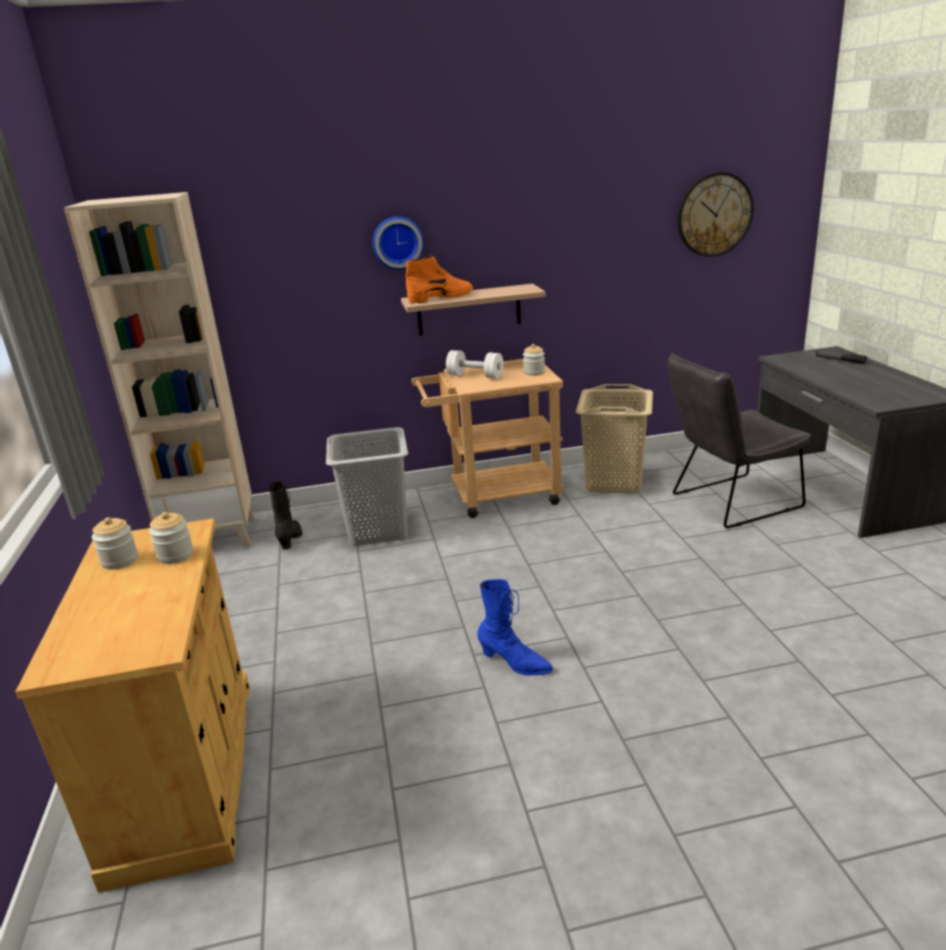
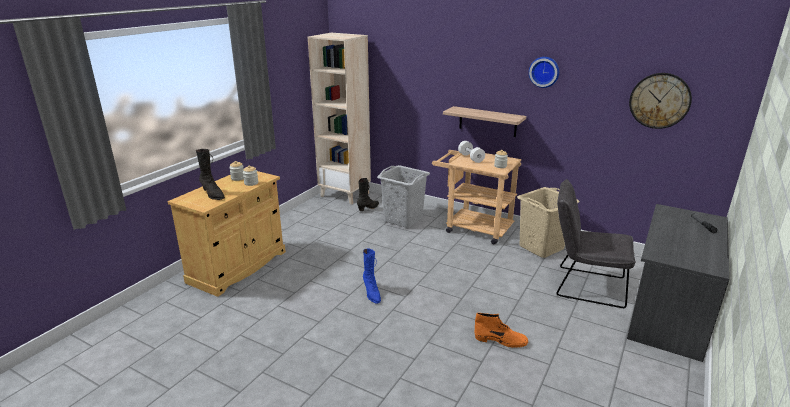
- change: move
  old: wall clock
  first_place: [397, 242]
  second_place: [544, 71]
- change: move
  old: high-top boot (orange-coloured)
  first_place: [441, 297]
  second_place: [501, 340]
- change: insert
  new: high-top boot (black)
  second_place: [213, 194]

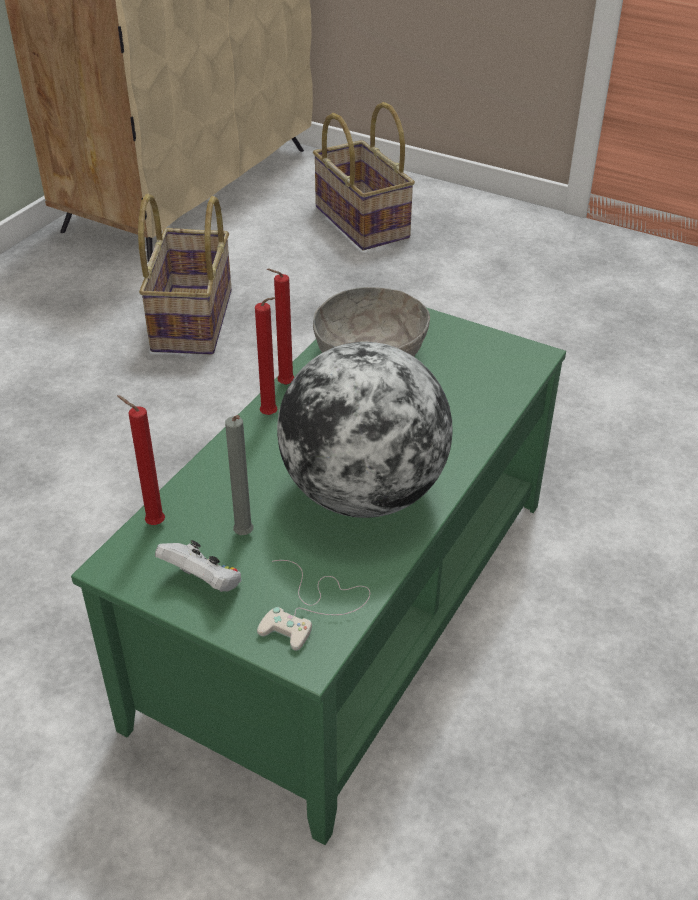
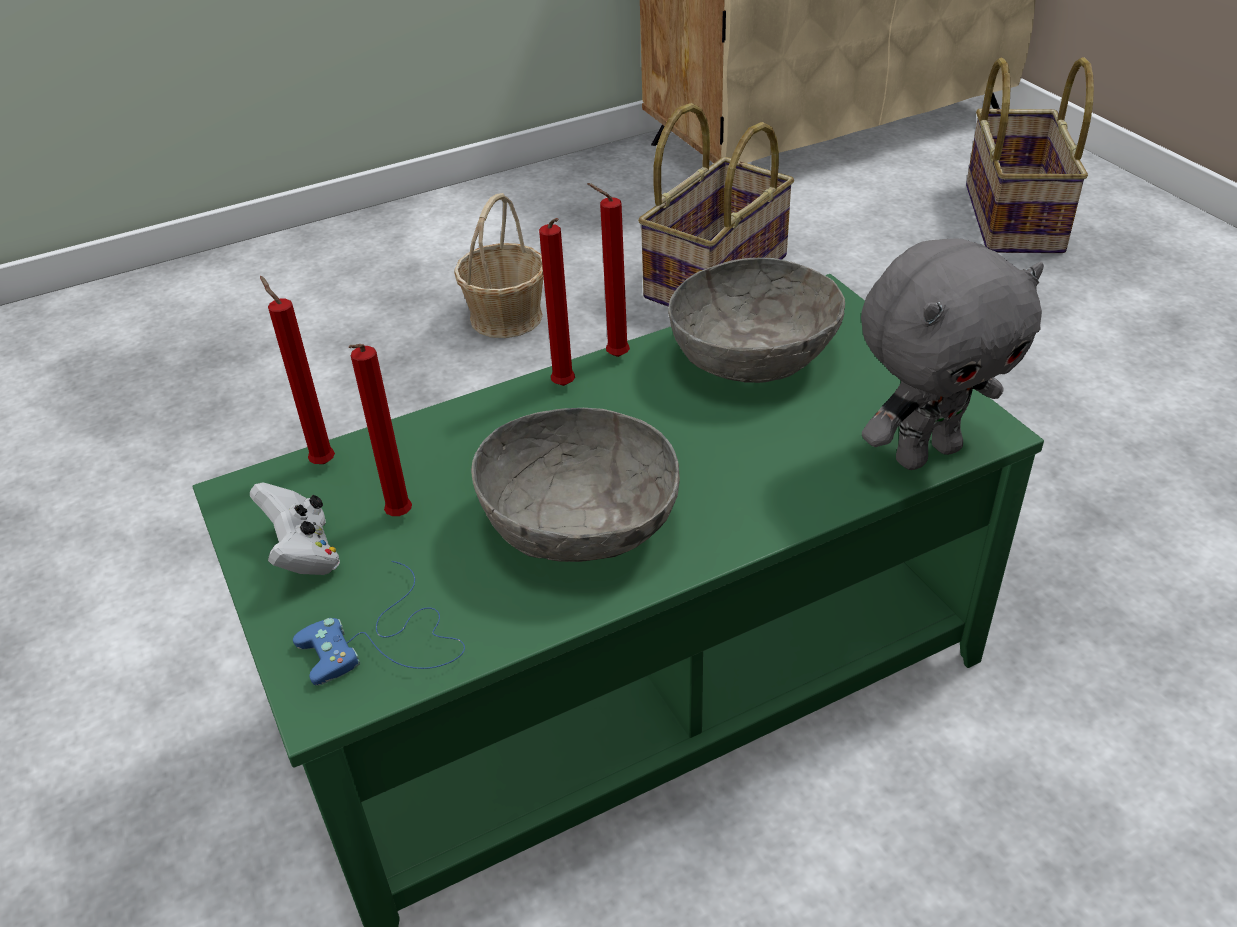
- change: replace
  old: globe
  new: deep dish (grey)
  first_place: [363, 493]
  second_place: [581, 525]
- change: recolor
  old: wax light (grey)
  new: wax light (reddish)
  first_place: [244, 536]
  second_place: [398, 518]
- change: recolor
  old: gamepad (whitish)
  new: gamepad (blue-coloured)
  first_place: [313, 607]
  second_place: [387, 640]
- change: insert
  new: storage basket
  second_place: [507, 317]
- change: insert
  new: cuddly toy (grey)
  second_place: [925, 452]

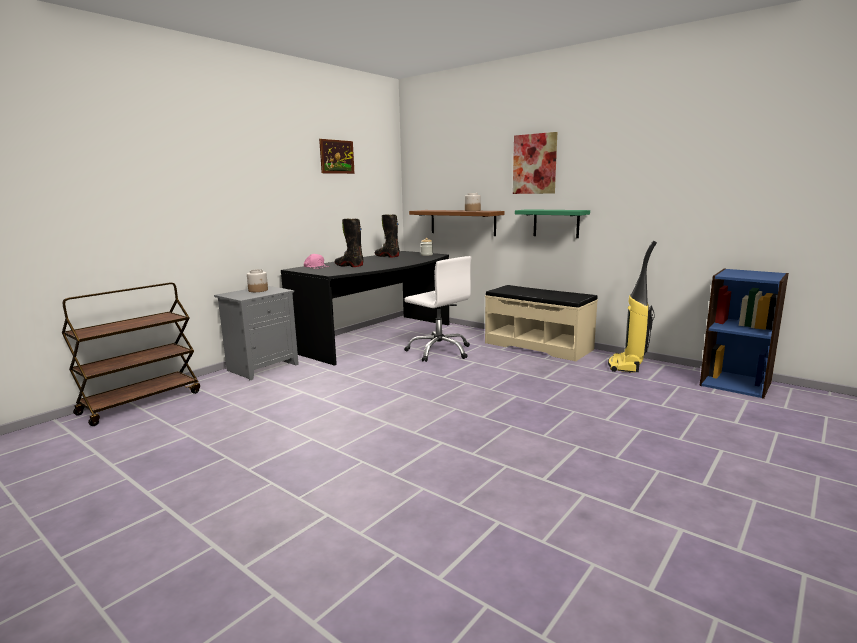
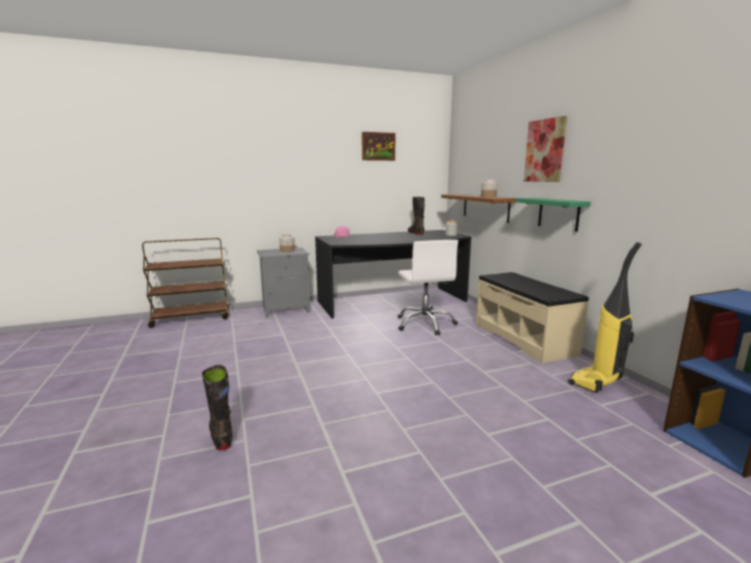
- change: move
  old: high-top boot (black)
  first_place: [349, 266]
  second_place: [221, 436]

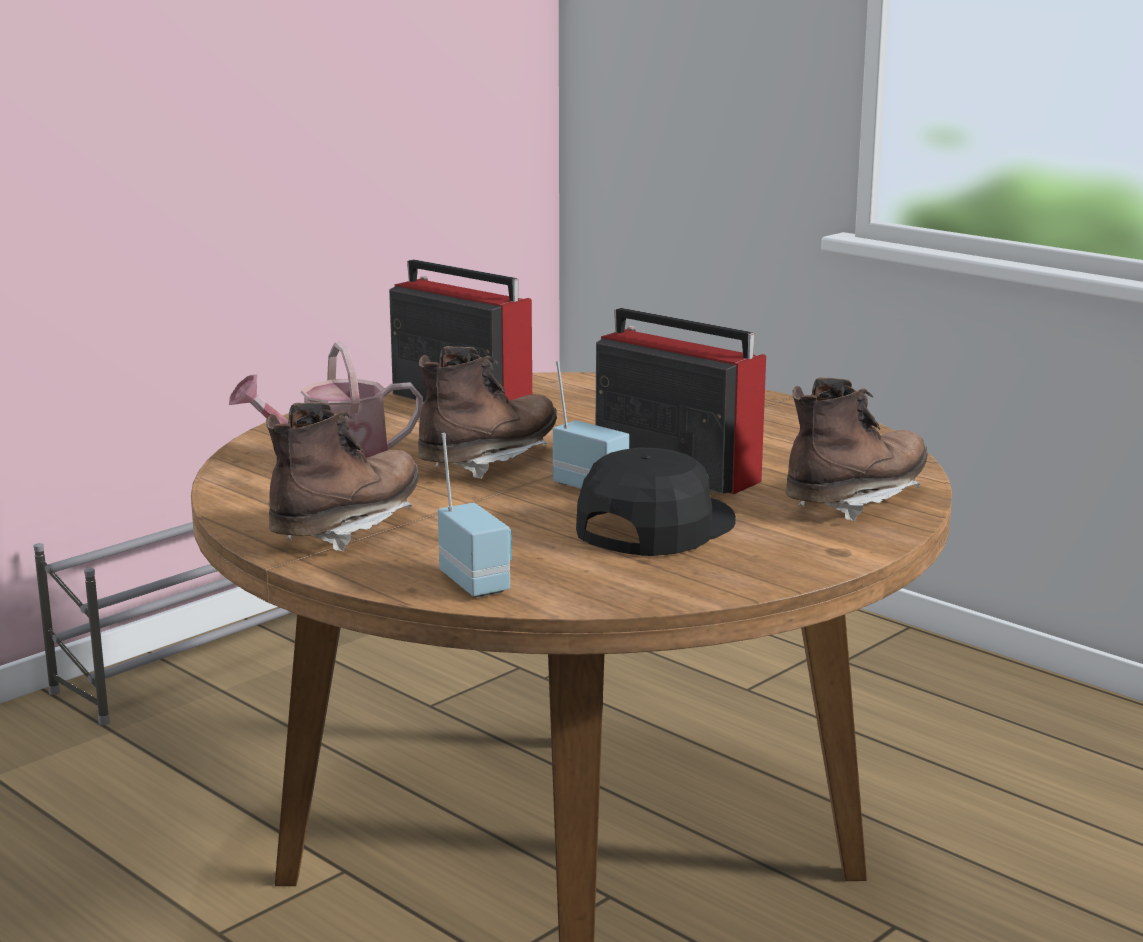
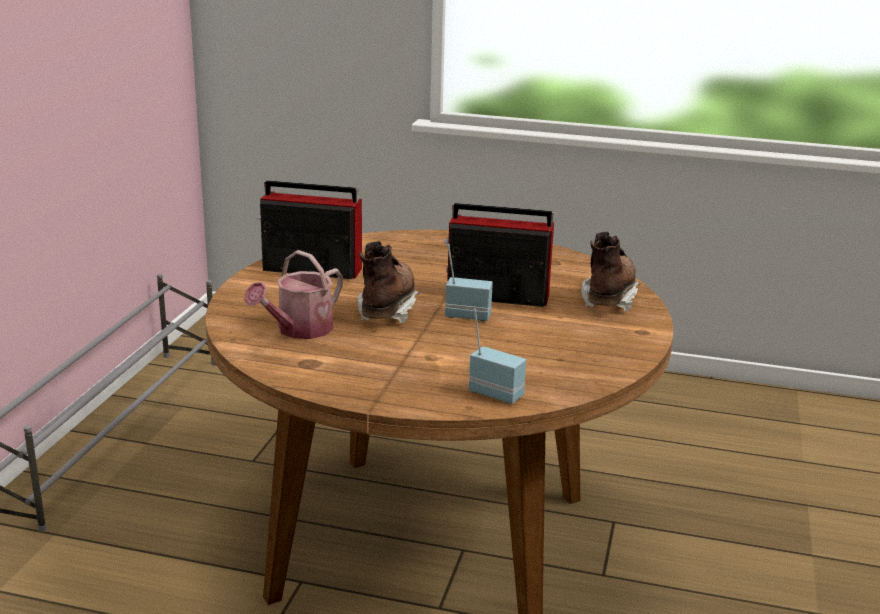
- change: delete
  old: high-top boot (brown)
  first_place: [347, 528]
- change: delete
  old: peaked cap (black)
  first_place: [654, 526]

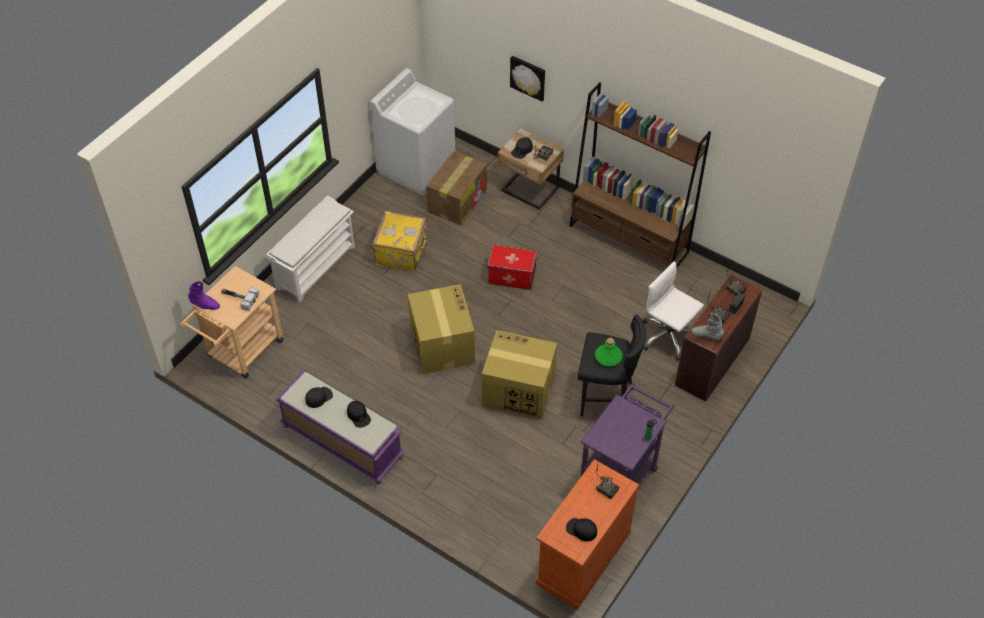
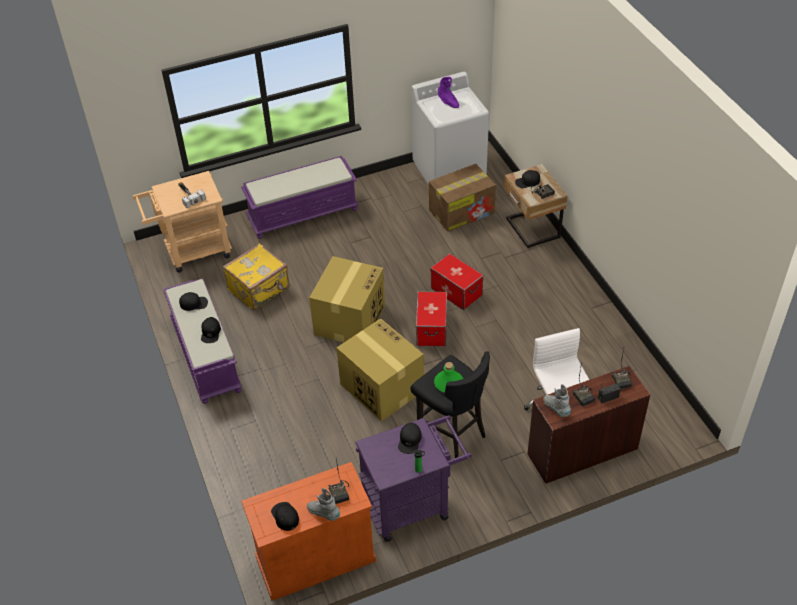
- change: delete
  old: wall picture
  first_place: [528, 77]
- change: delete
  old: shelving unit (brown)
  first_place: [629, 239]
- change: replace
  old: shoe shelf (whitish)
  new: bench (purplish)
  first_place: [316, 266]
  second_place: [303, 213]
- change: move
  old: suitcase (yellowish)
  first_place: [402, 252]
  second_place: [259, 289]
- change: move
  old: high-top boot (purplish)
  first_place: [205, 305]
  second_place: [448, 102]
- change: insert
  new: storage bin
  second_place: [432, 329]
- change: insert
  new: peaked cap (black)
  second_place: [410, 440]
- change: insert
  new: high-top boot (grey)
  second_place: [324, 513]

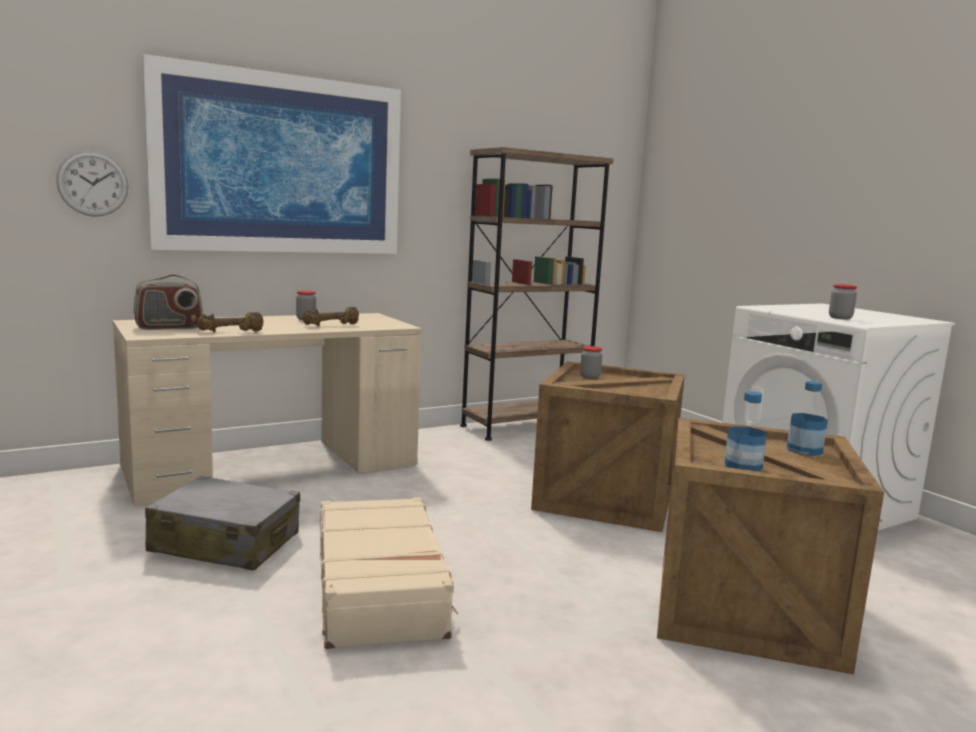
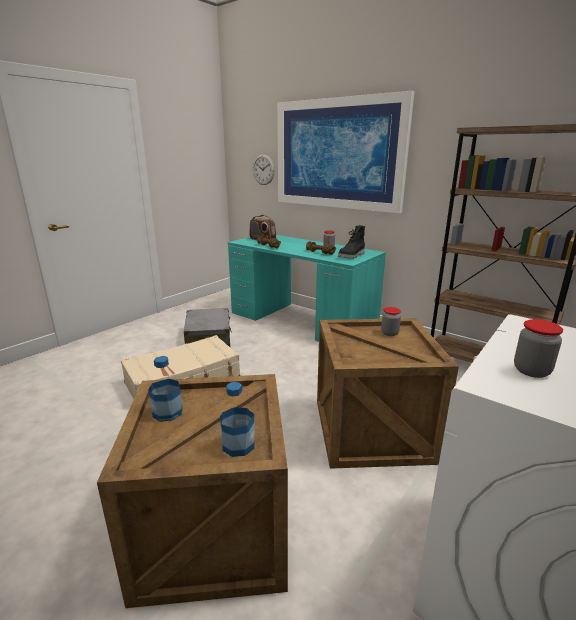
- change: recolor
  old: desk table (beige-coloured)
  new: desk table (turquoise-coloured)
  first_place: [274, 465]
  second_place: [301, 321]
- change: insert
  new: high-top boot (black)
  second_place: [352, 256]

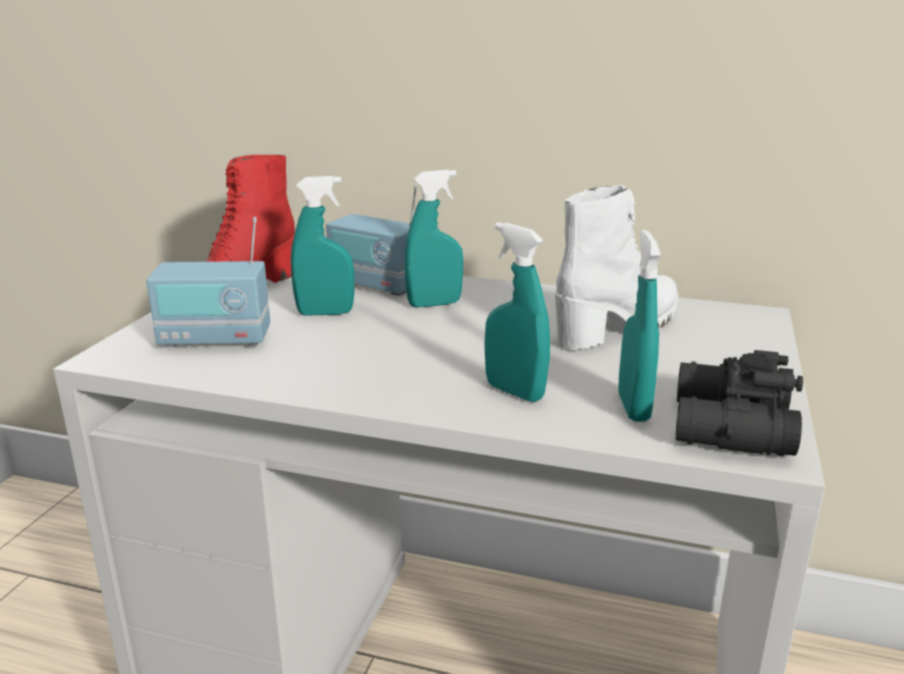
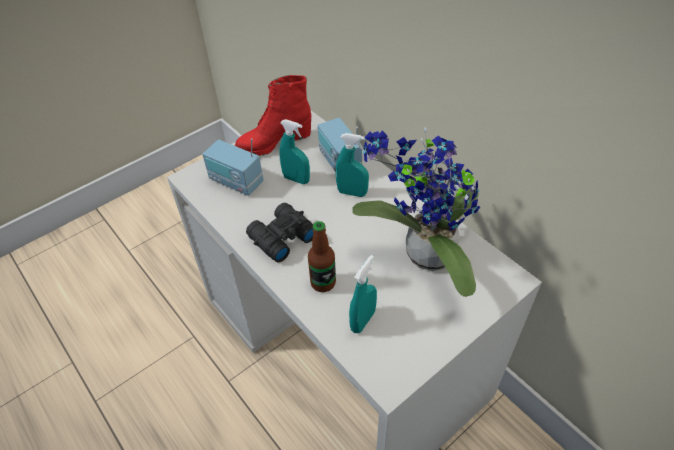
- change: replace
  old: high-top boot (whitish)
  new: plant in a pot
  first_place: [620, 327]
  second_place: [423, 256]
- change: replace
  old: hand sprayer (turquoise-coloured)
  new: drink bottle
  first_place: [514, 392]
  second_place: [323, 283]
- change: move
  old: field glasses (black)
  first_place: [727, 427]
  second_place: [280, 238]

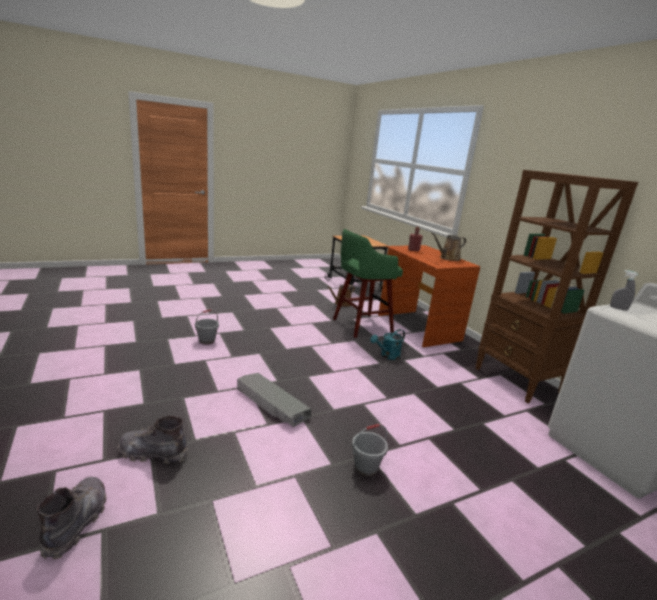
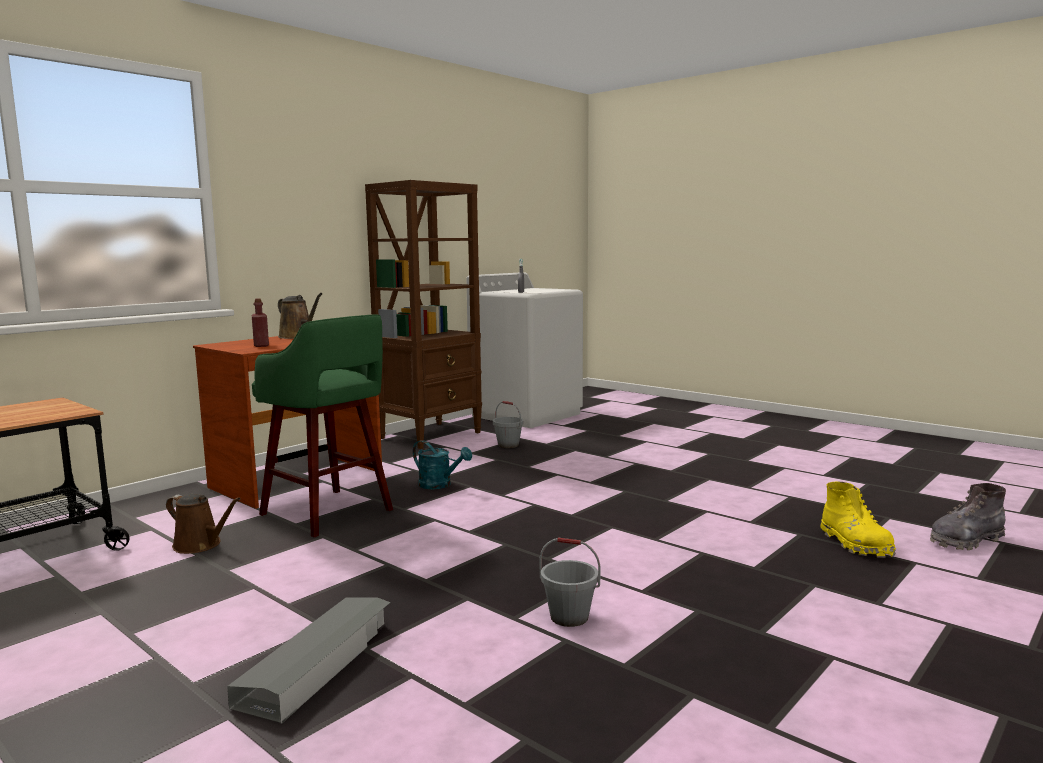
- change: move
  old: storage bin (grey)
  first_place: [272, 403]
  second_place: [319, 663]
- change: recolor
  old: high-top boot (grey)
  new: high-top boot (yellowish)
  first_place: [153, 453]
  second_place: [855, 544]
- change: move
  old: water bucket (grey)
  first_place: [366, 467]
  second_place: [508, 445]

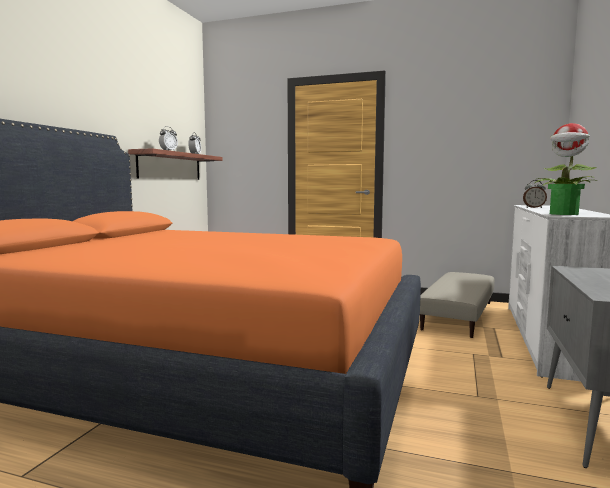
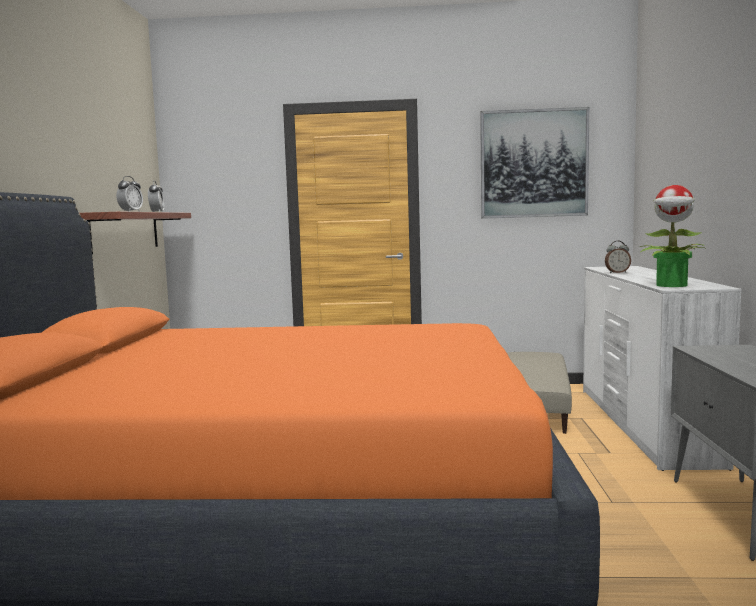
- change: insert
  new: wall picture
  second_place: [533, 163]

